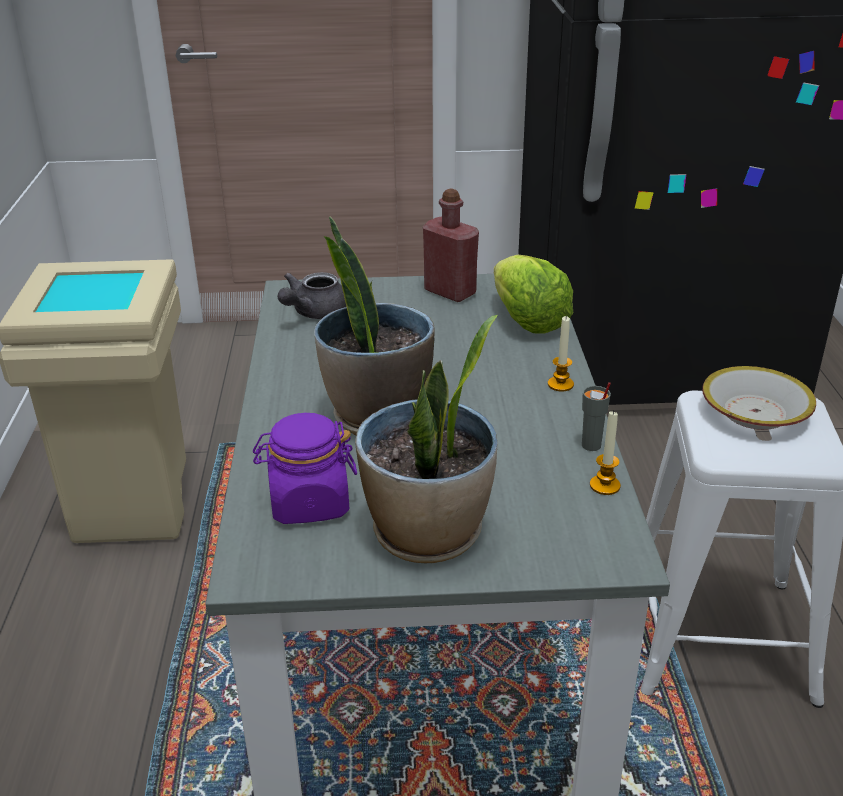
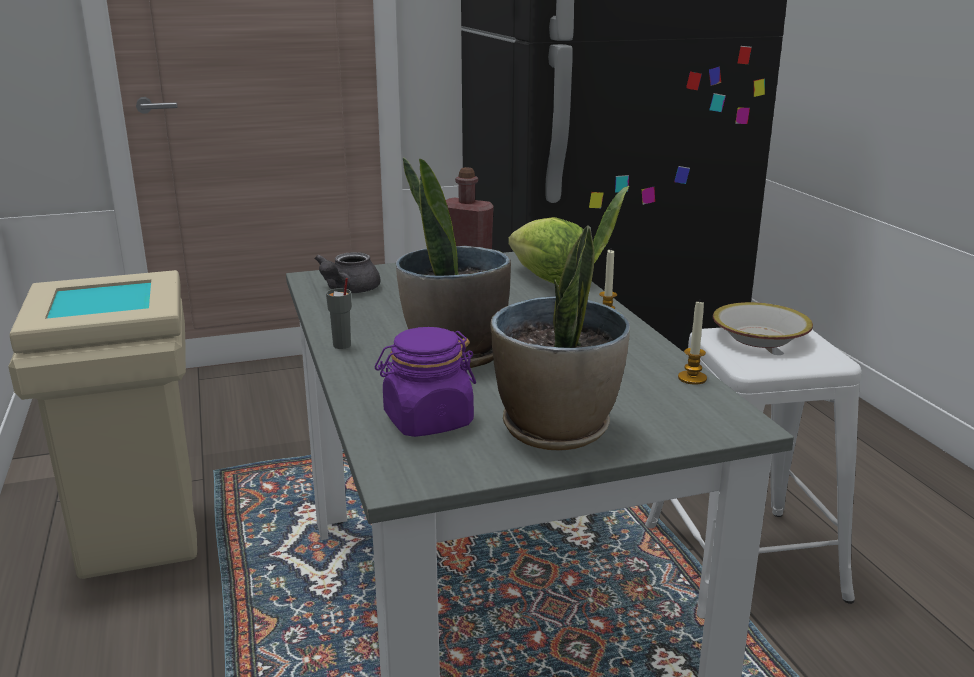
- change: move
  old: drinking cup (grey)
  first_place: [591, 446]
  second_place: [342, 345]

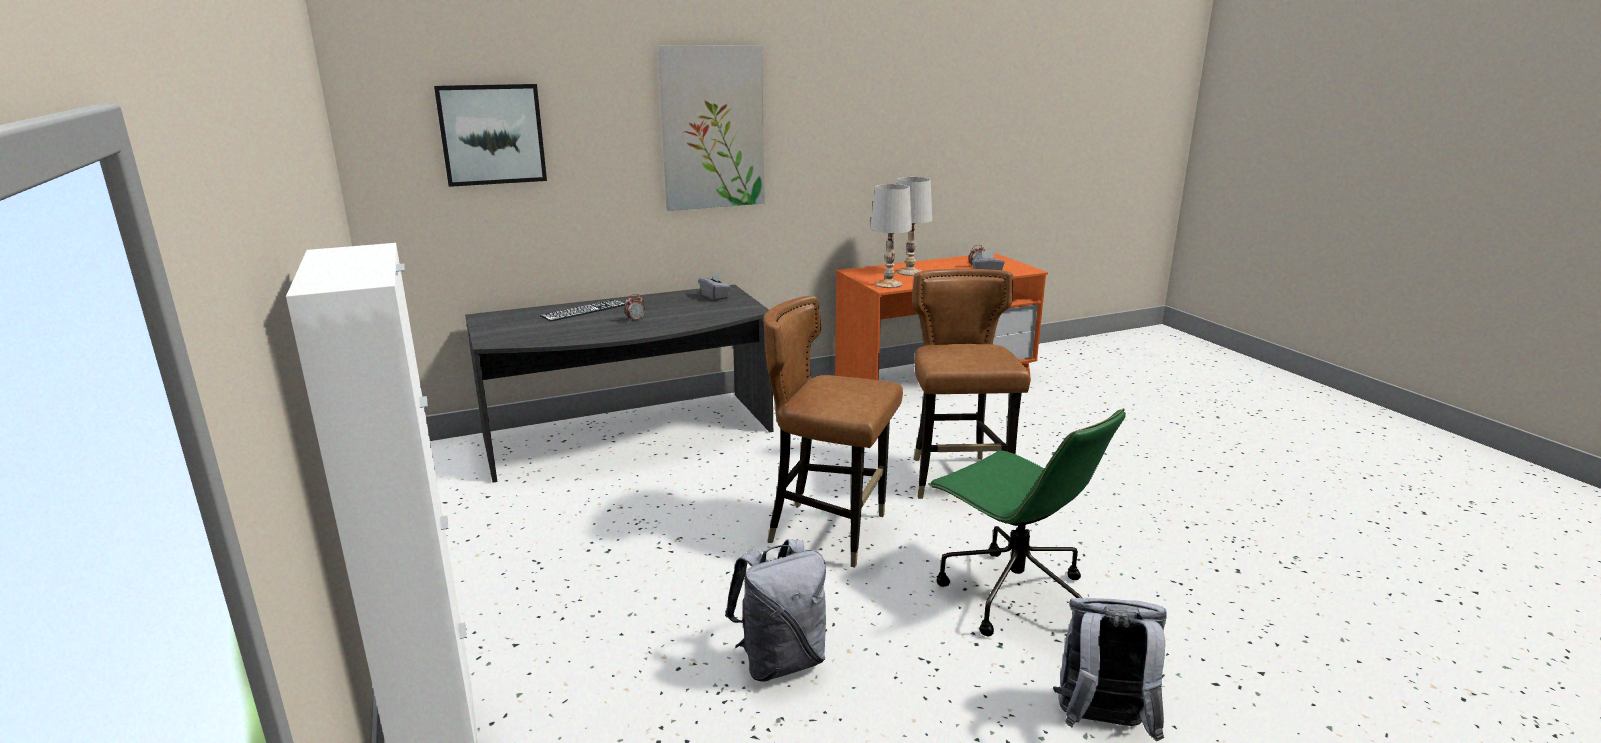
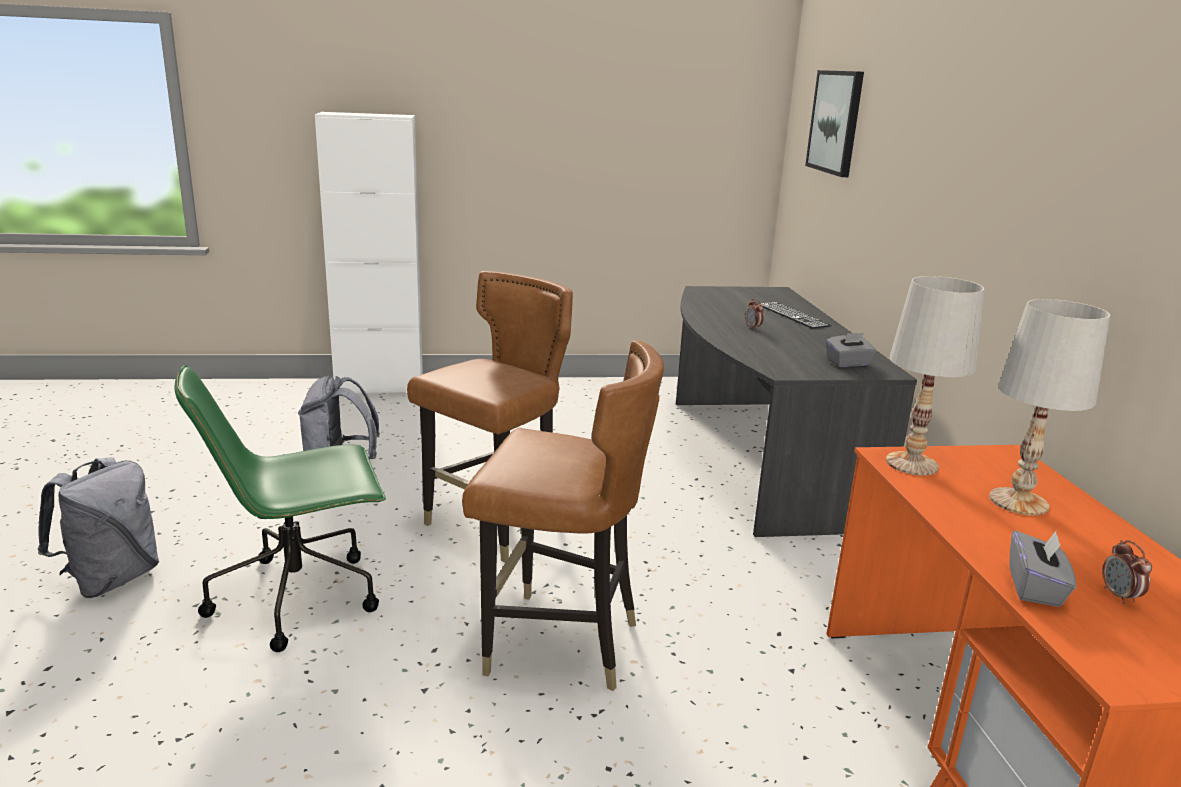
- change: delete
  old: wall picture
  first_place: [712, 128]

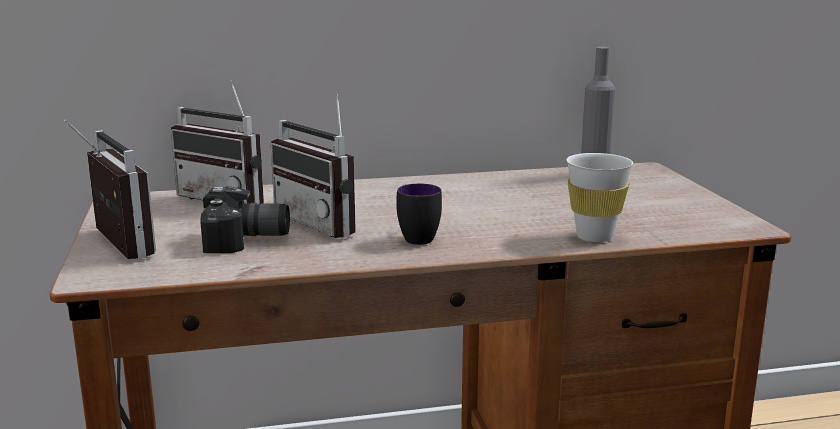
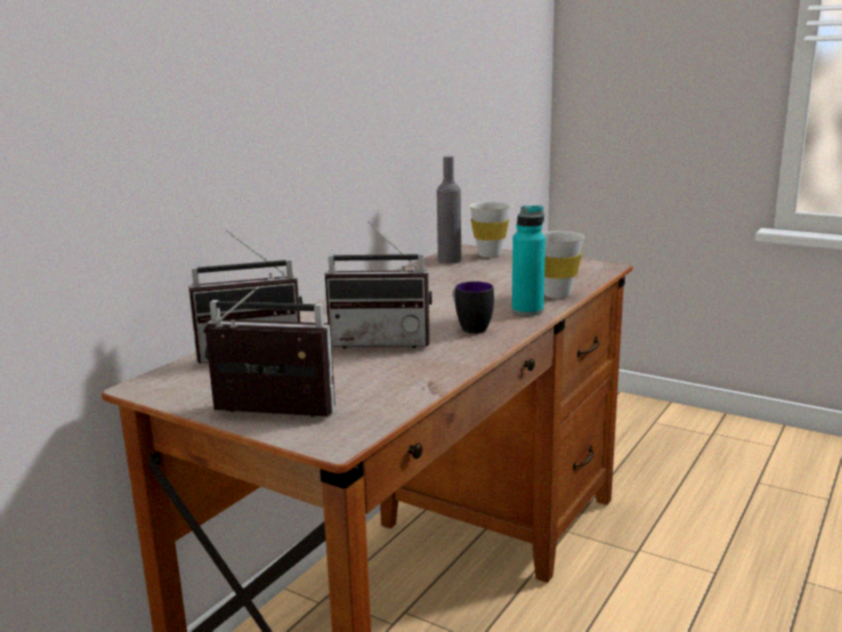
- change: delete
  old: photo camera
  first_place: [246, 242]
- change: insert
  new: drinking cup (whitish)
  second_place: [489, 255]
- change: insert
  new: drink bottle (turquoise-coloured)
  second_place: [527, 311]

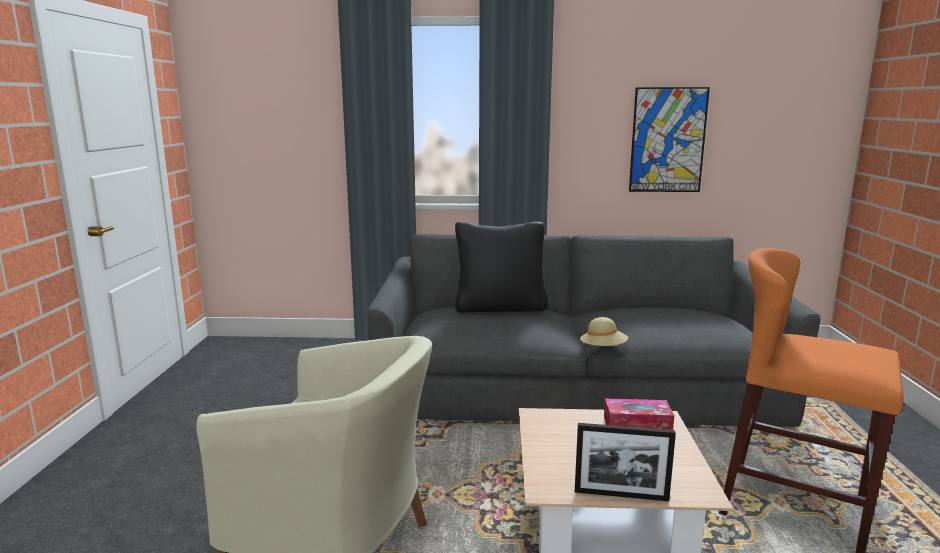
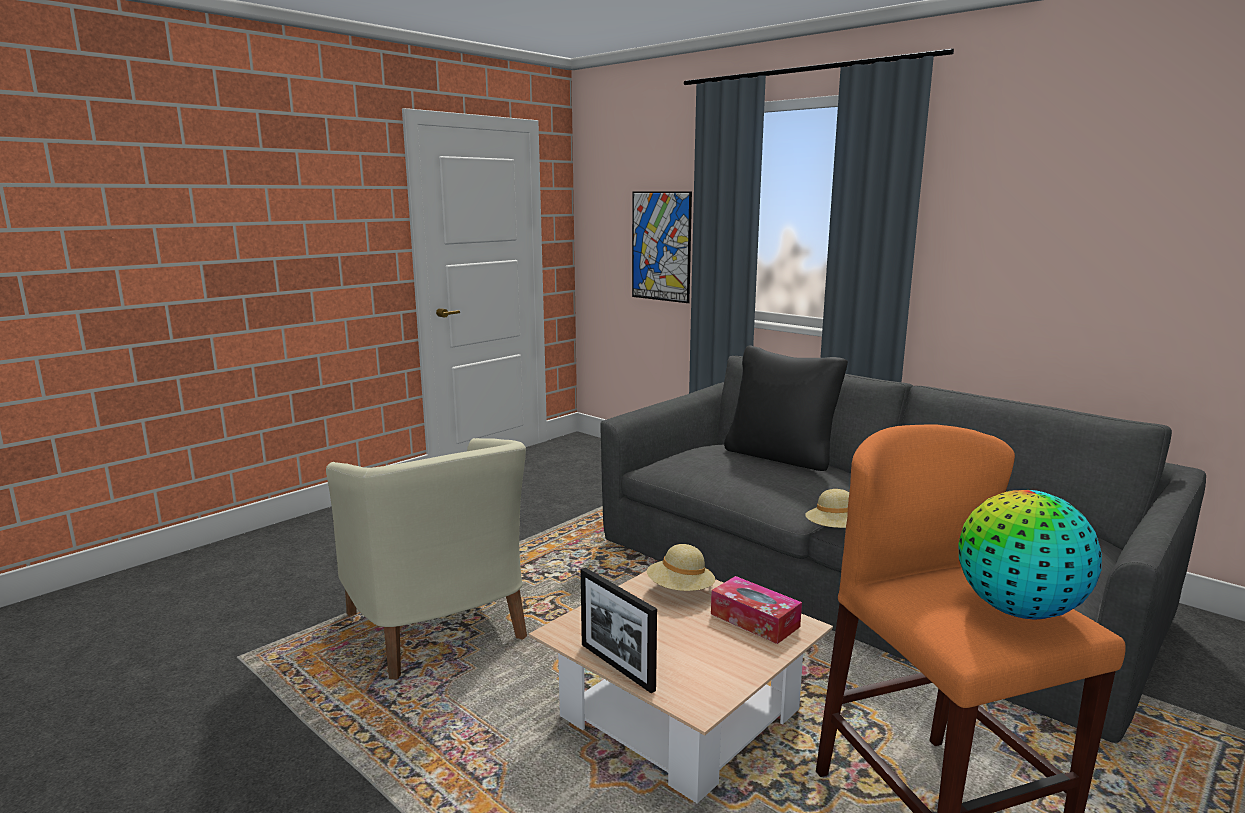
- change: move
  old: wall picture
  first_place: [668, 140]
  second_place: [661, 246]
- change: insert
  new: globe
  second_place: [1018, 610]
- change: insert
  new: clothing hat (beige-coloured)
  second_place: [680, 590]

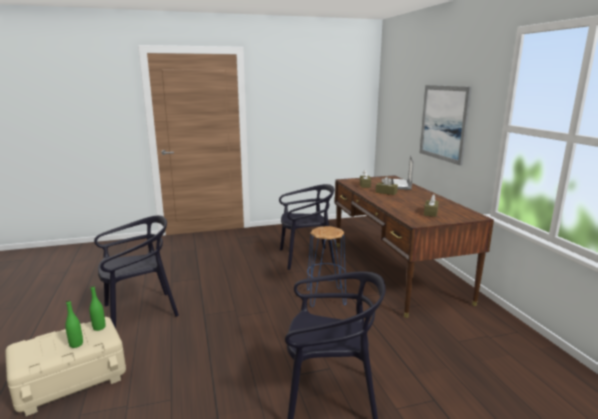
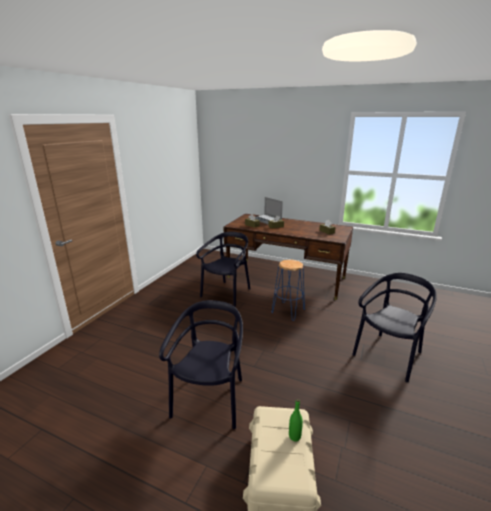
- change: delete
  old: wall picture
  first_place: [443, 123]
- change: delete
  old: drink bottle (green-coloured)
  first_place: [99, 327]

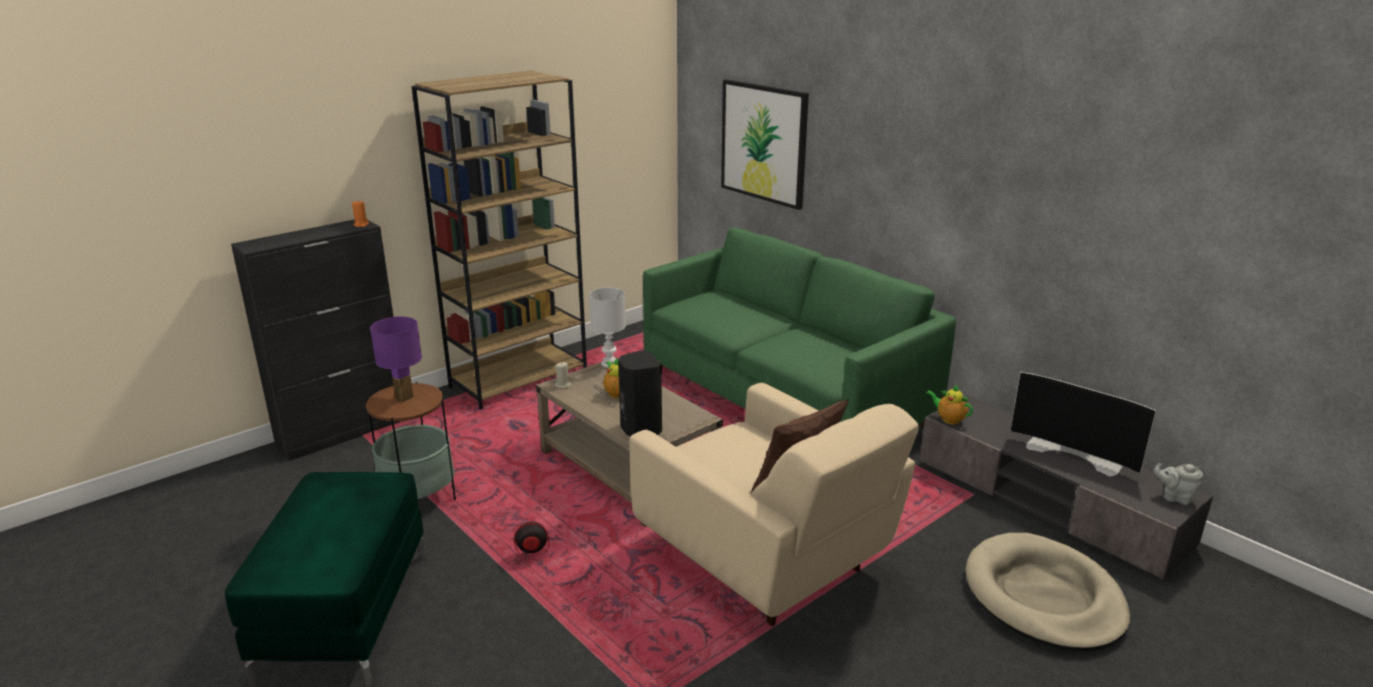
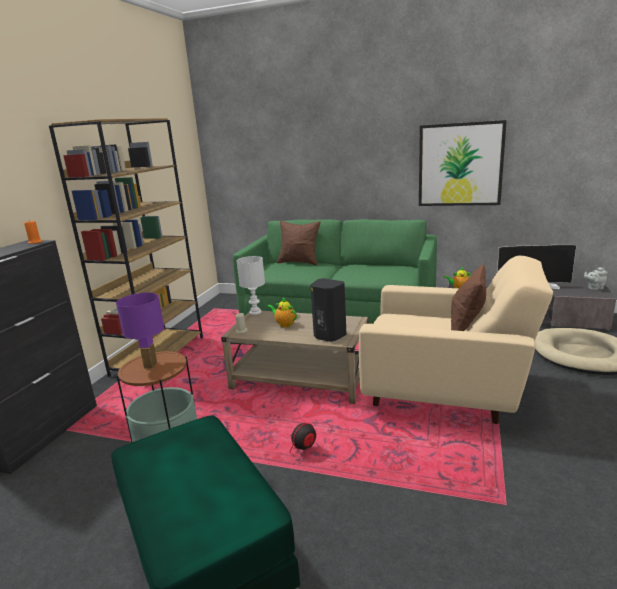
- change: move
  old: wall picture
  first_place: [764, 143]
  second_place: [460, 165]
- change: insert
  new: throw pillow (brown)
  second_place: [299, 262]

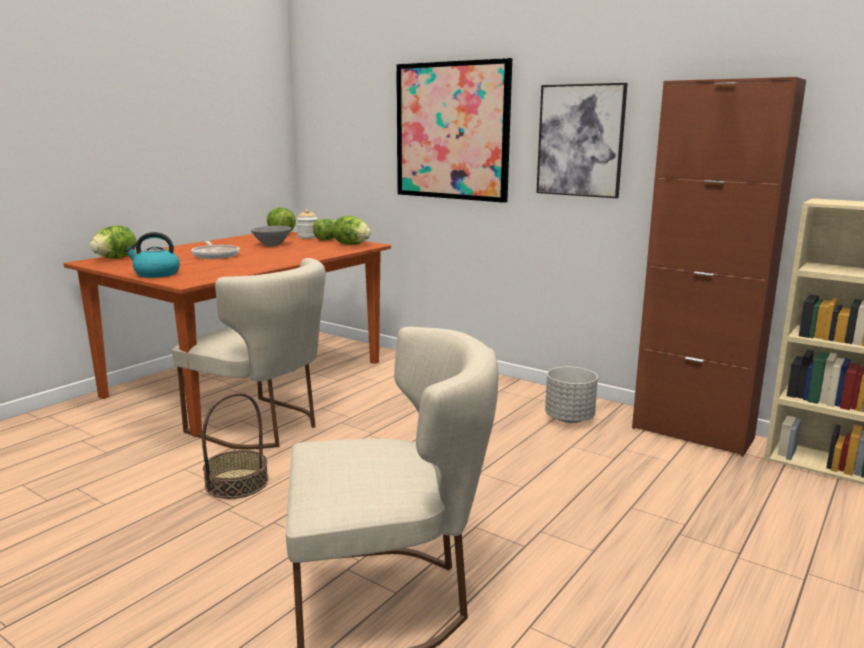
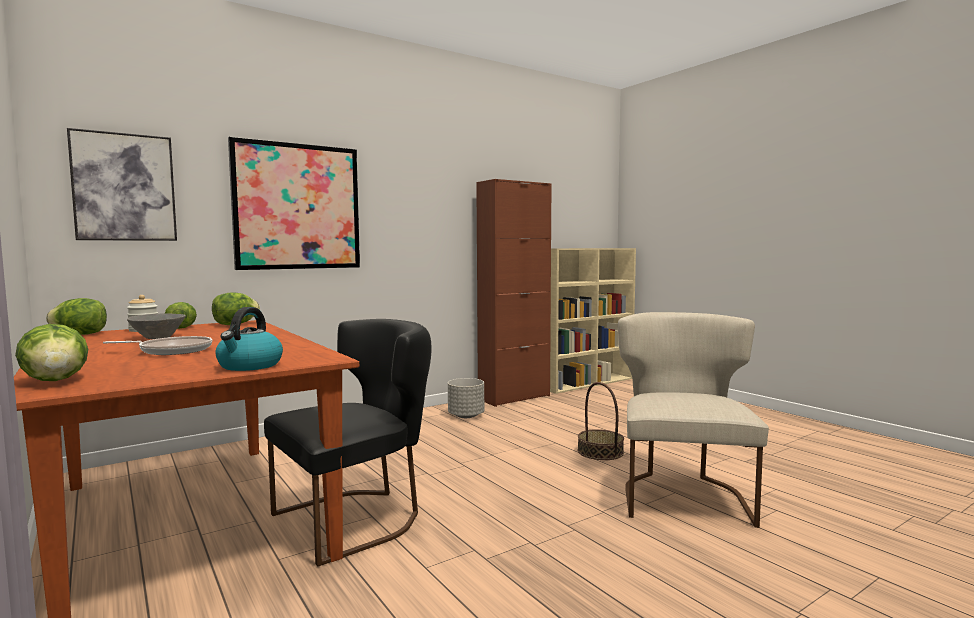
- change: move
  old: wall picture
  first_place: [580, 140]
  second_place: [124, 187]
- change: recolor
  old: upright chair (beige-coloured)
  new: upright chair (black)
  first_place: [263, 426]
  second_place: [357, 518]
- change: move
  old: storage basket
  first_place: [237, 483]
  second_place: [600, 452]

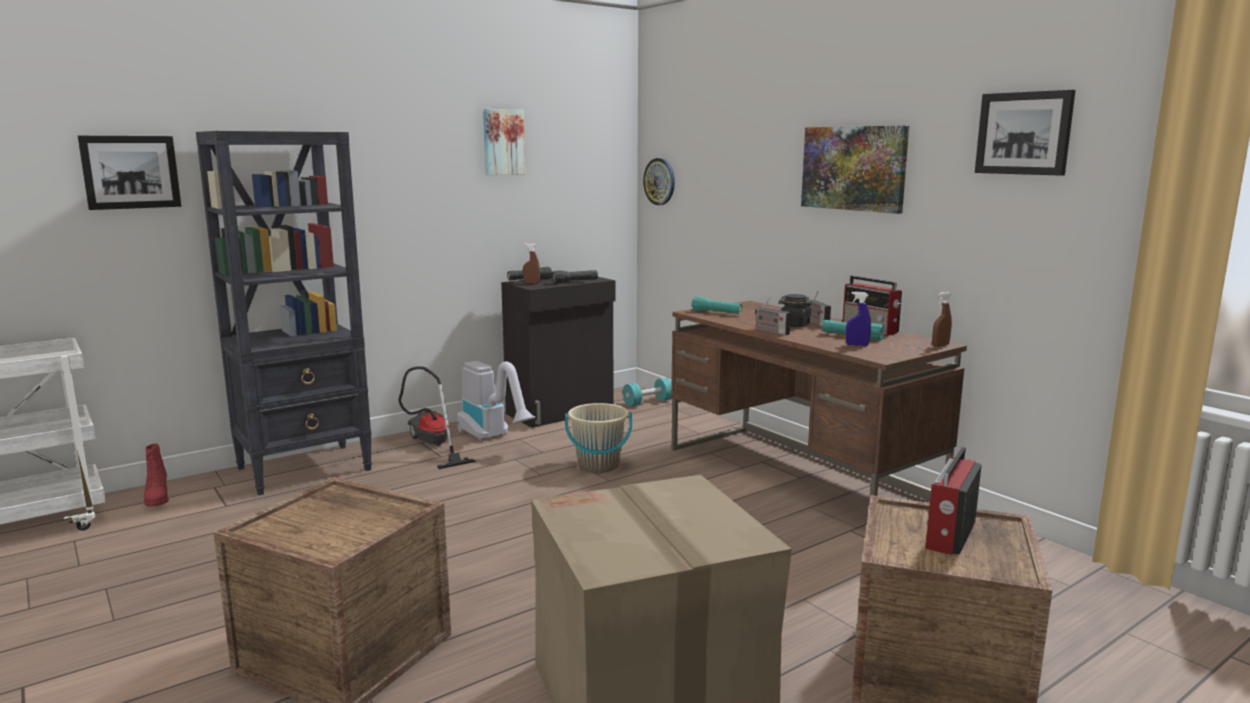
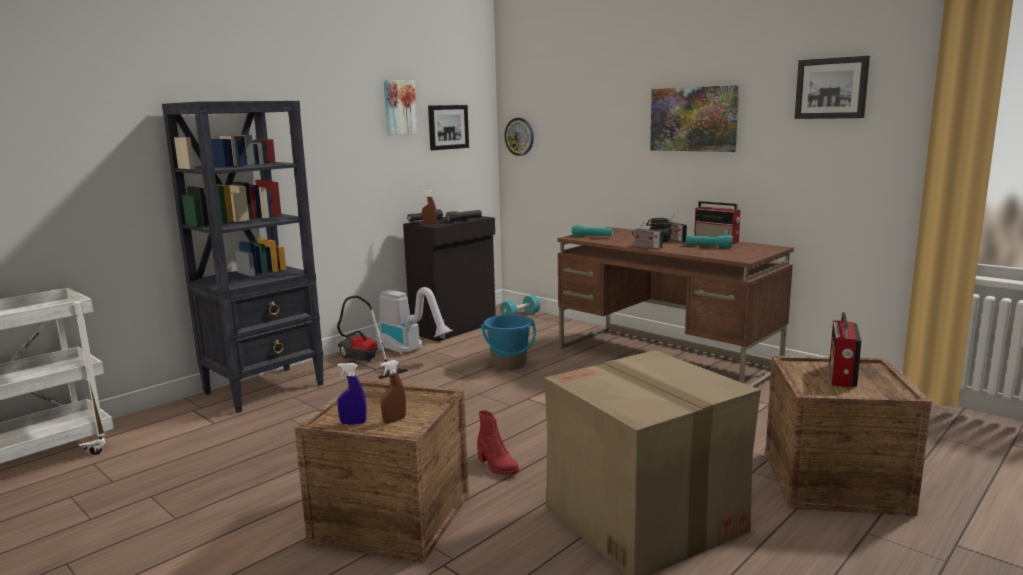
- change: move
  old: wall picture
  first_place: [130, 172]
  second_place: [448, 127]
- change: move
  old: hand sprayer (blue-coloured)
  first_place: [857, 345]
  second_place: [353, 423]
- change: move
  old: hand sprayer (brown)
  first_place: [940, 345]
  second_place: [394, 420]
- change: recolor
  old: water bucket (beige-coloured)
  new: water bucket (blue-coloured)
  first_place: [598, 465]
  second_place: [509, 364]
- change: move
  old: high-top boot (reddish)
  first_place: [157, 499]
  second_place: [497, 466]

